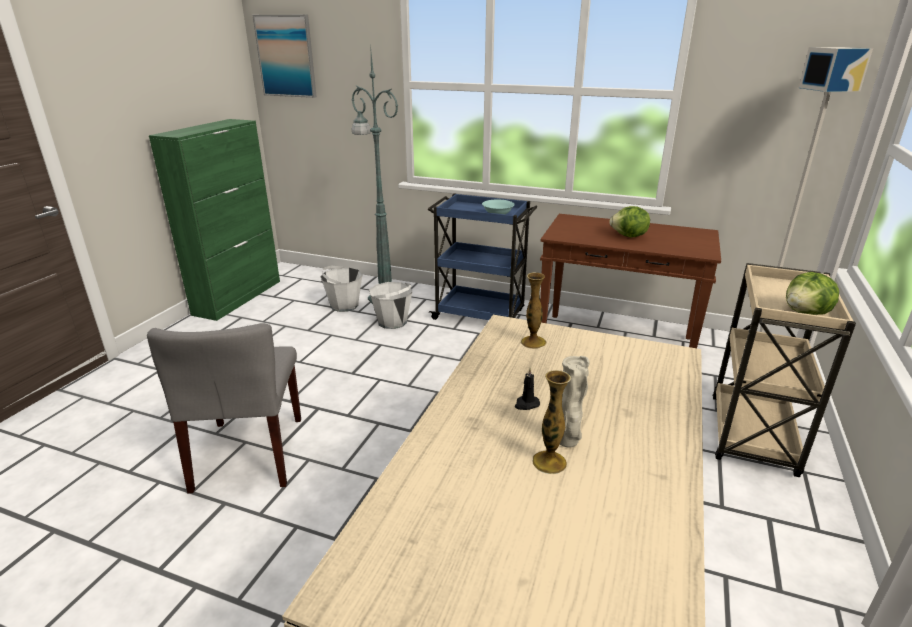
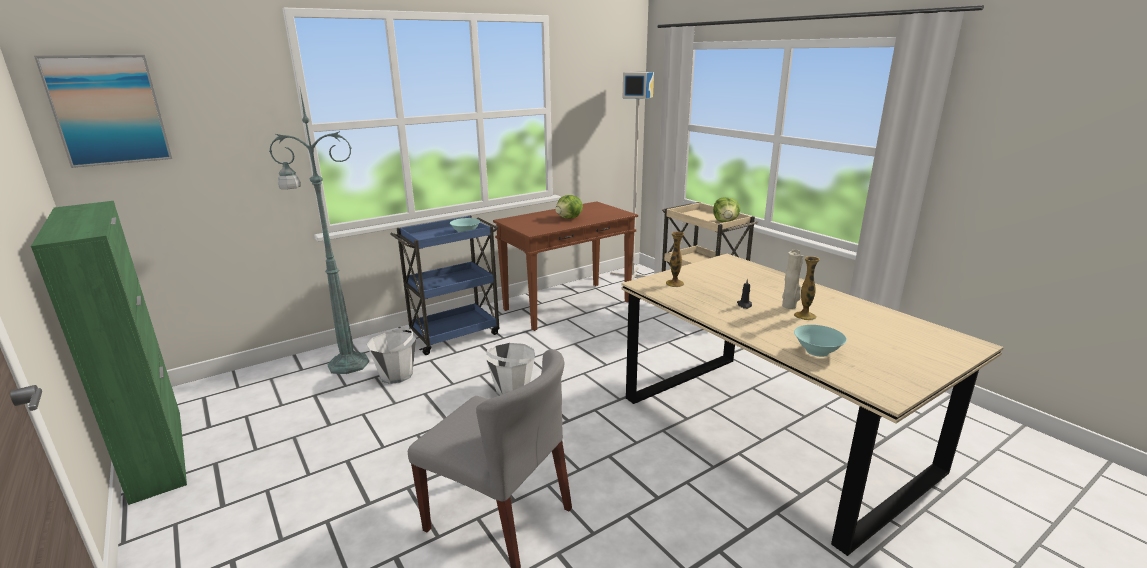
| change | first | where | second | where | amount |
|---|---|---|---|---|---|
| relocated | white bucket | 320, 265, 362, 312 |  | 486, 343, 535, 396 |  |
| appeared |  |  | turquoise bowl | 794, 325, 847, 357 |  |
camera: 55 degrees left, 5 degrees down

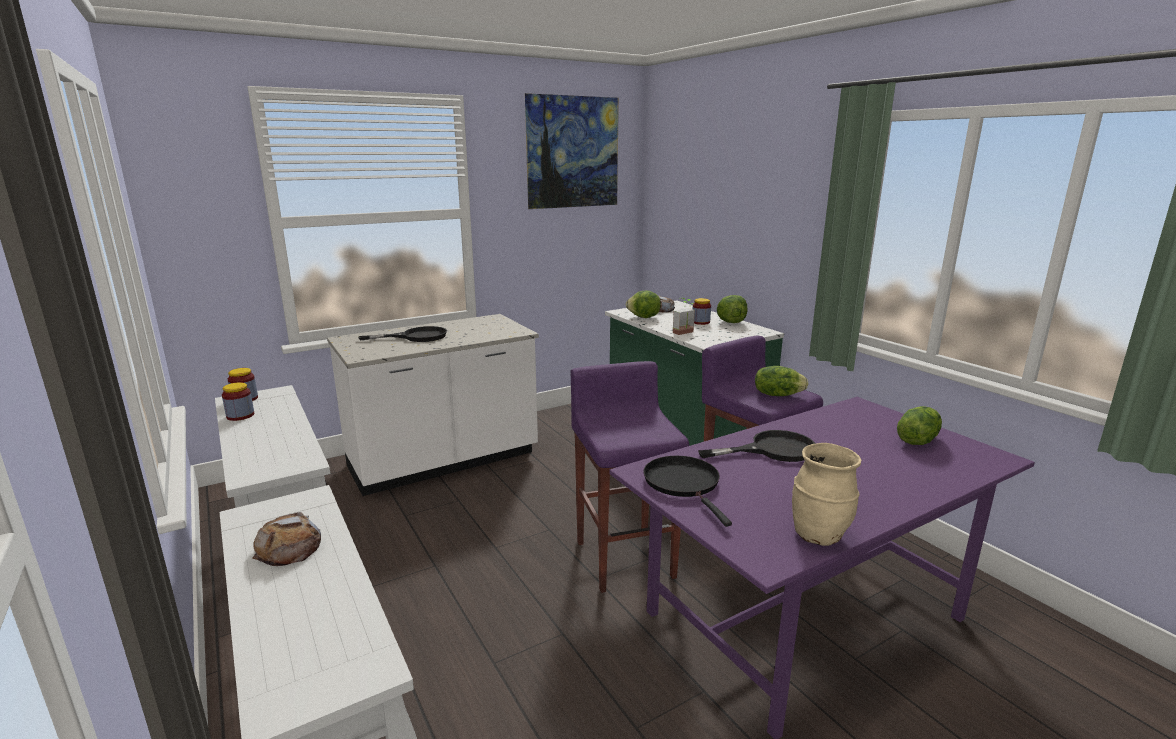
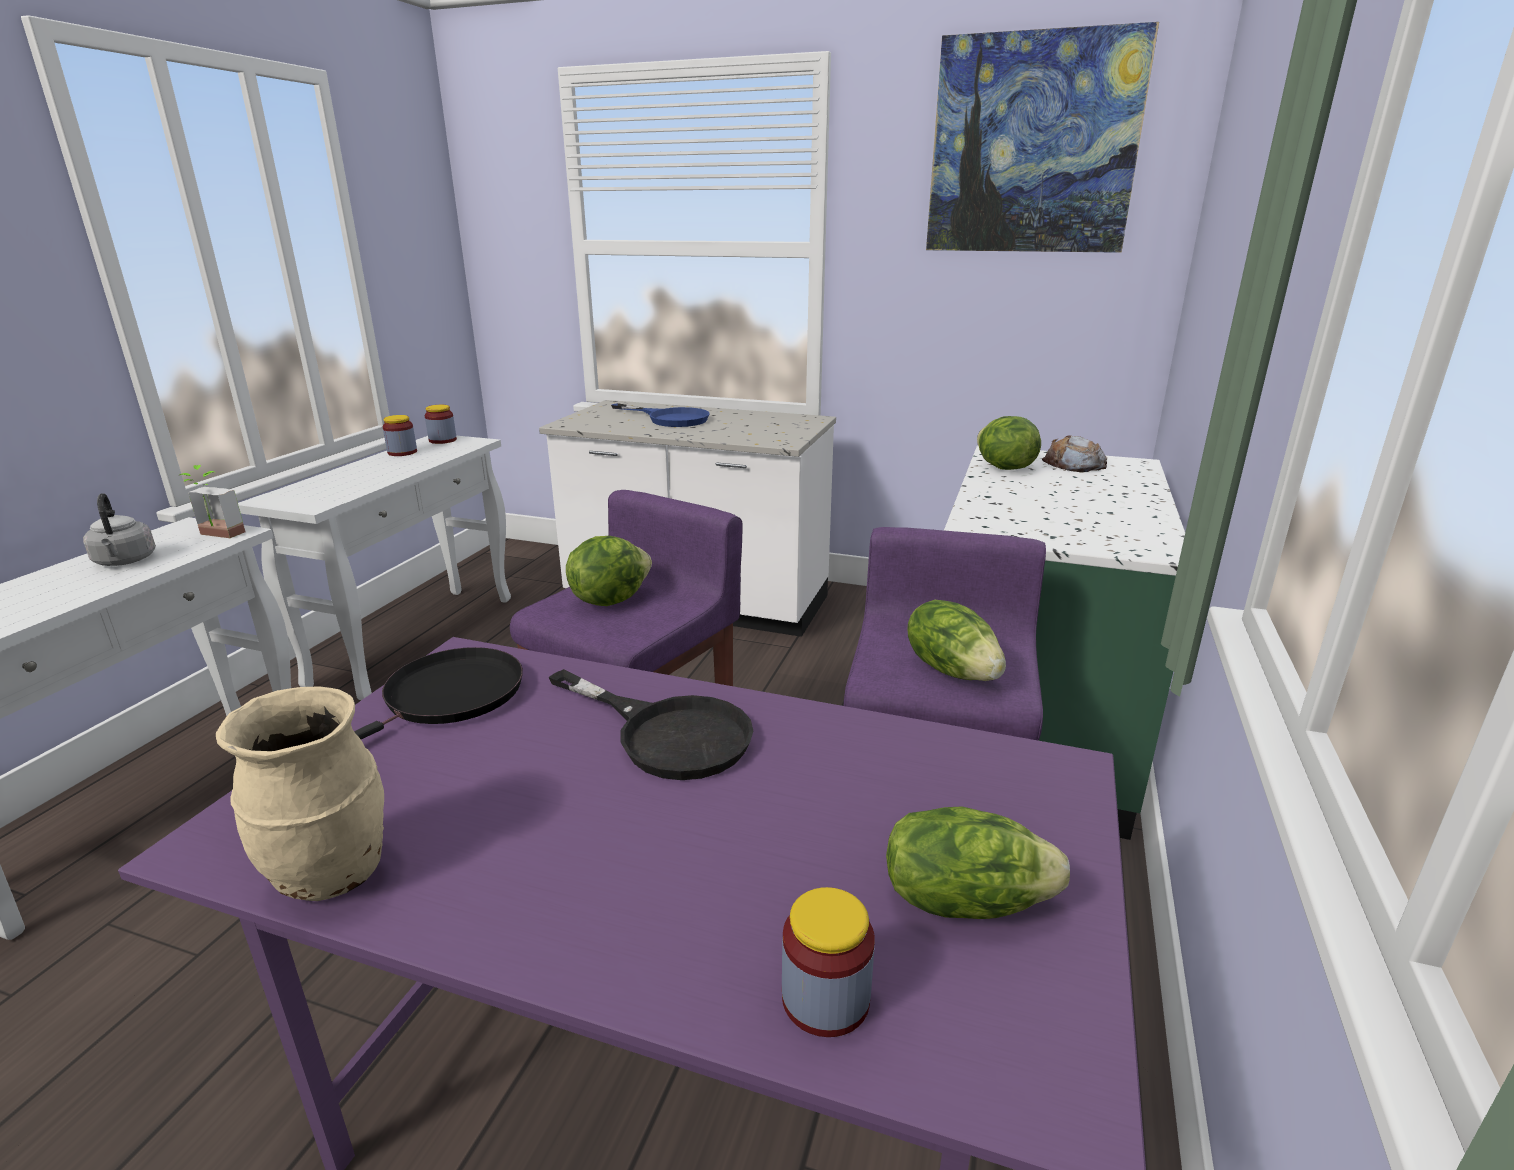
| change | first | where | second | where | amount |
|---|---|---|---|---|---|
| exchanged | bread | 252, 512, 321, 566 | grey kettle | 83, 493, 156, 566 |  |
| colour | black frying pan | 358, 326, 447, 342 | blue frying pan | 611, 403, 710, 427 |  |
| relocated | potted plant | 673, 298, 695, 335 |  | 180, 465, 245, 538 |  |
| relocated | jar | 693, 298, 711, 325 |  | 782, 887, 875, 1037 |  |
| relocated | lettuce | 717, 295, 747, 323 |  | 566, 536, 652, 606 |  |
camera: 50 degrees right, 5 degrees up

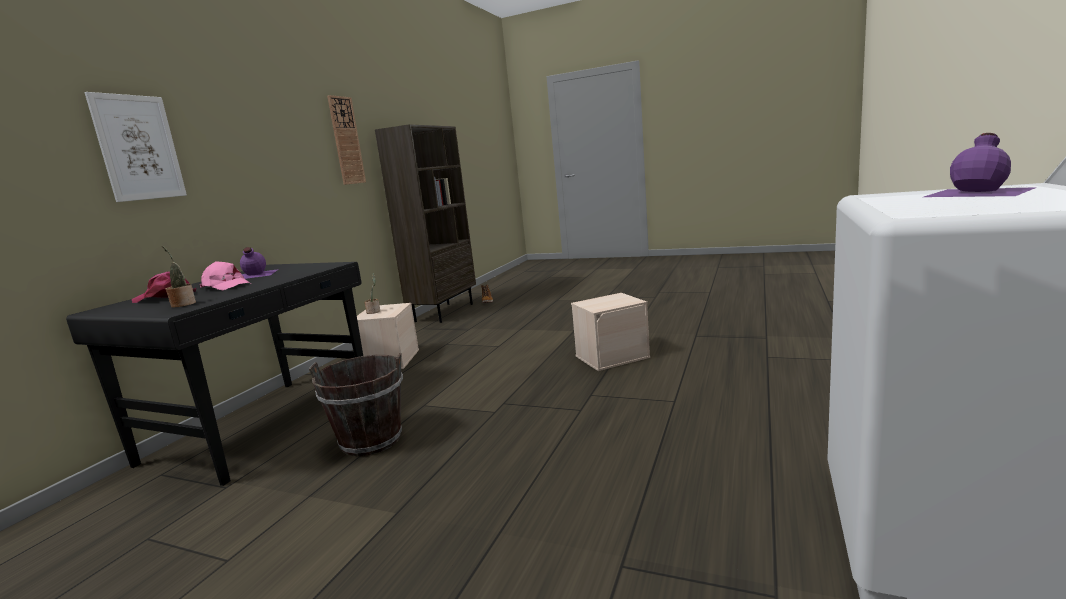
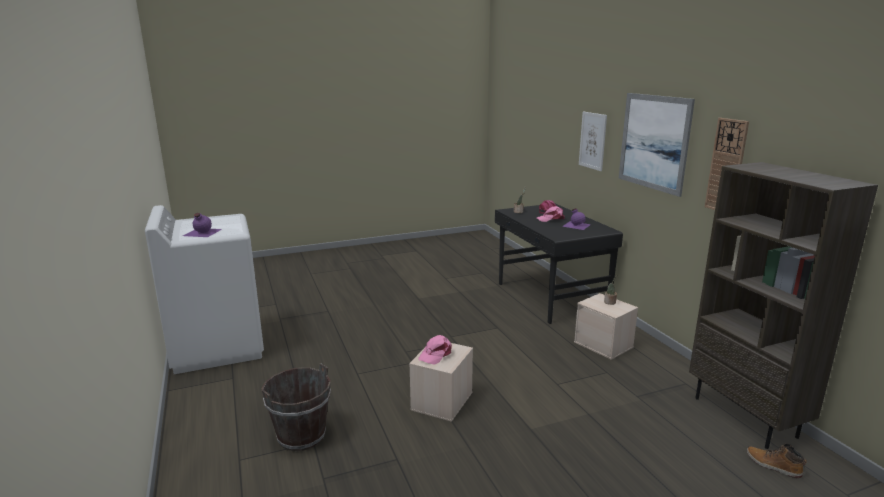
| change | first | where | second | where | amount |
|---|---|---|---|---|---|
| relocated | brown bucket | 309, 353, 403, 456 |  | 261, 363, 331, 451 |  |
| appeared |  |  | pink cap | 418, 335, 452, 365 |  |
| appeared |  |  | picture | 619, 93, 695, 197 |  |
camera: 135 degrees right, 5 degrees up

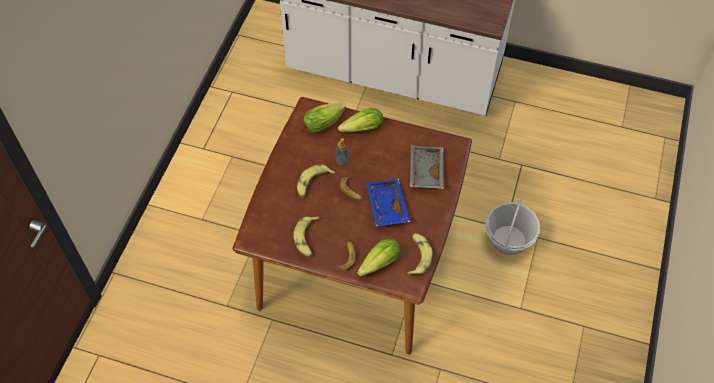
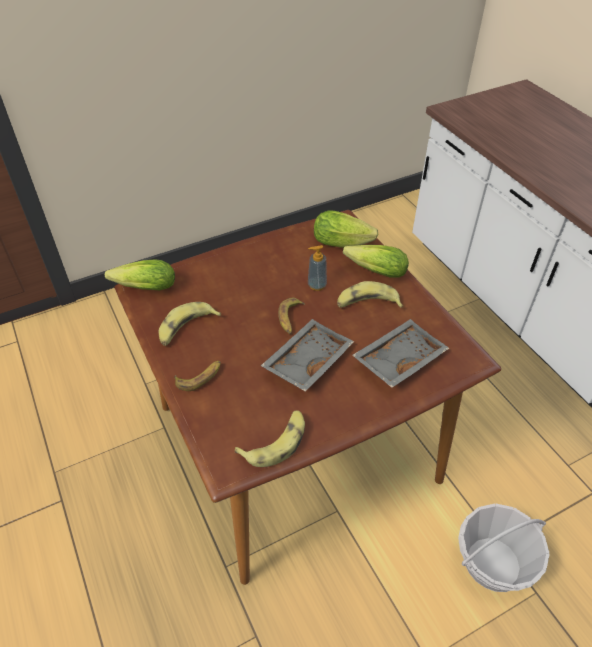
| change | first | where | second | where | amount |
|---|---|---|---|---|---|
| relocated | banana | 297, 165, 335, 198 |  | 337, 281, 403, 308 |  |
| relocated | lettuce | 357, 238, 400, 277 |  | 105, 259, 175, 290 |  |
| colour | blue tray | 366, 179, 410, 227 | grey tray | 261, 319, 354, 392 |  |
camera: 45 degrees right, 10 degrees down

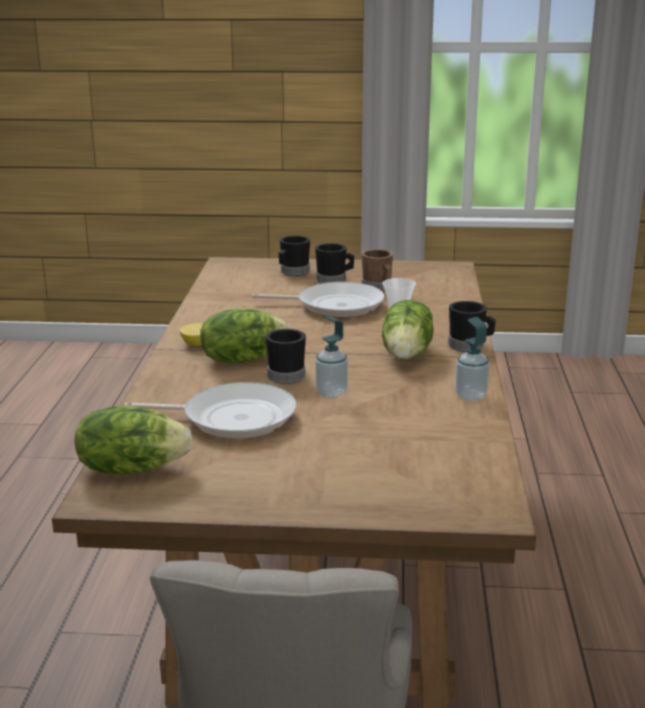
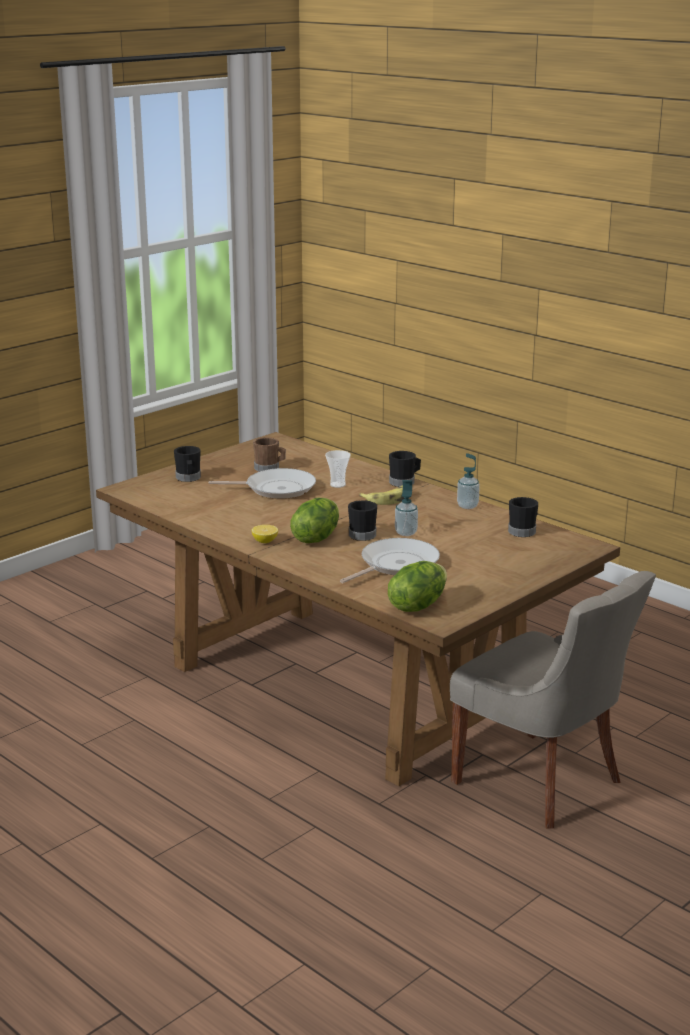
| change | first | where | second | where | amount |
|---|---|---|---|---|---|
| spun | frying pan | 252, 282, 385, 317 |  | 209, 468, 316, 499 | 45 degrees clockwise |
| relocated | black mug | 315, 243, 354, 283 |  | 508, 497, 538, 537 |  |
| exchanged | lettuce | 382, 300, 434, 359 | banana | 359, 485, 405, 505 |  |
camera: 50 degrees left, 0 degrees up

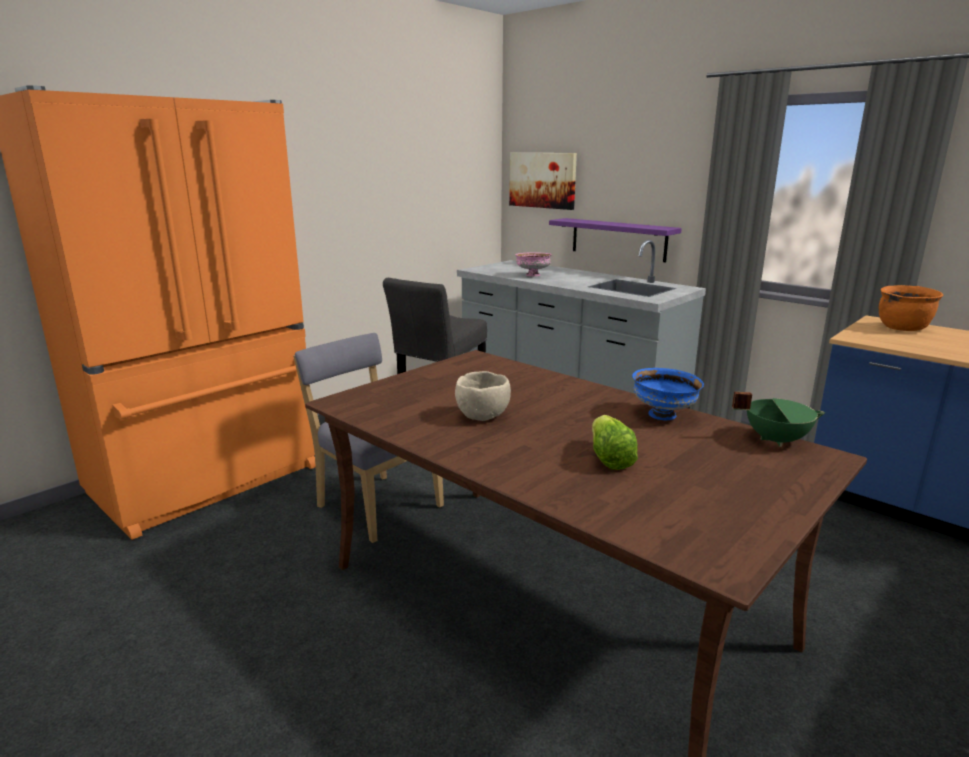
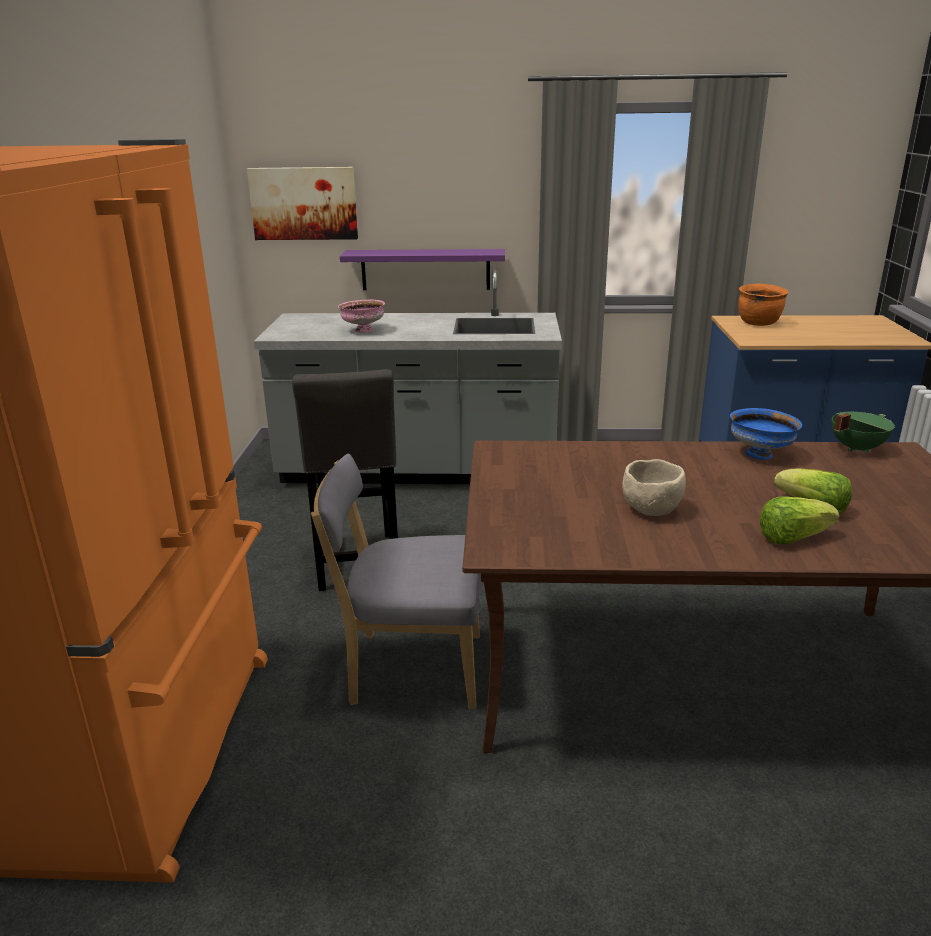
| change | first | where | second | where | amount |
|---|---|---|---|---|---|
| appeared |  |  | lettuce | 760, 496, 840, 545 |  |
camera: 40 degrees left, 5 degrees up

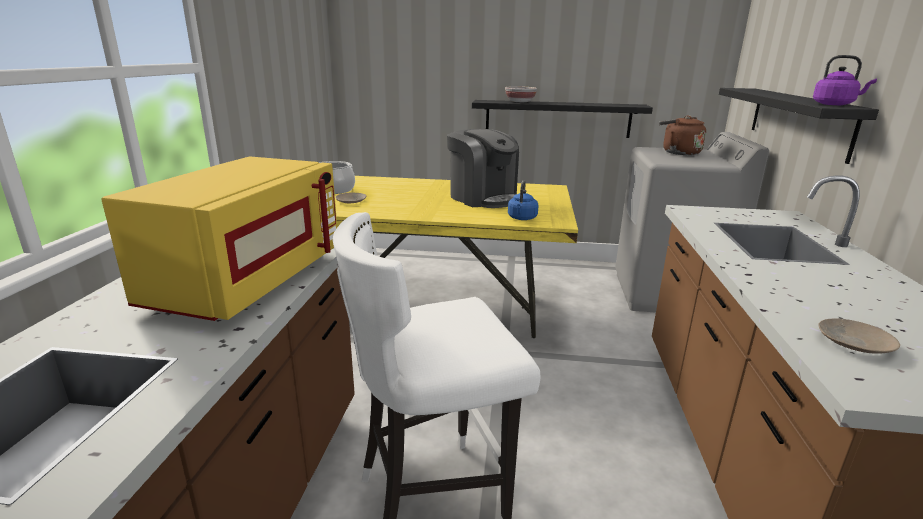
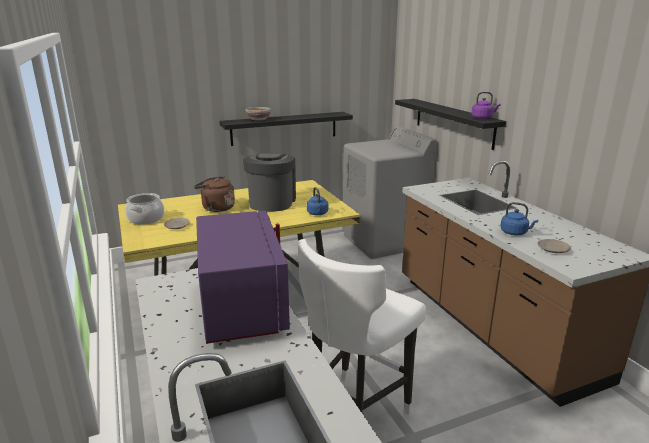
| change | first | where | second | where | amount |
|---|---|---|---|---|---|
| colour | yellow microwave | 102, 156, 337, 321 | purple microwave | 196, 210, 290, 344 |  |
| spun | coffee machine | 447, 129, 519, 208 |  | 243, 153, 296, 212 | 105 degrees counterclockwise |
| relocated | brown kettle | 659, 116, 706, 155 |  | 194, 176, 235, 212 |  |
| appeared |  |  | blue kettle | 500, 202, 538, 235 |  |
camera: 30 degrees left, 0 degrees up

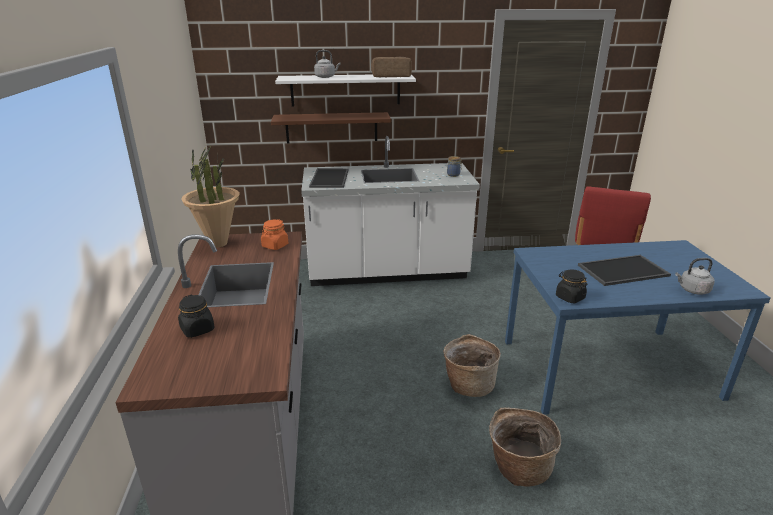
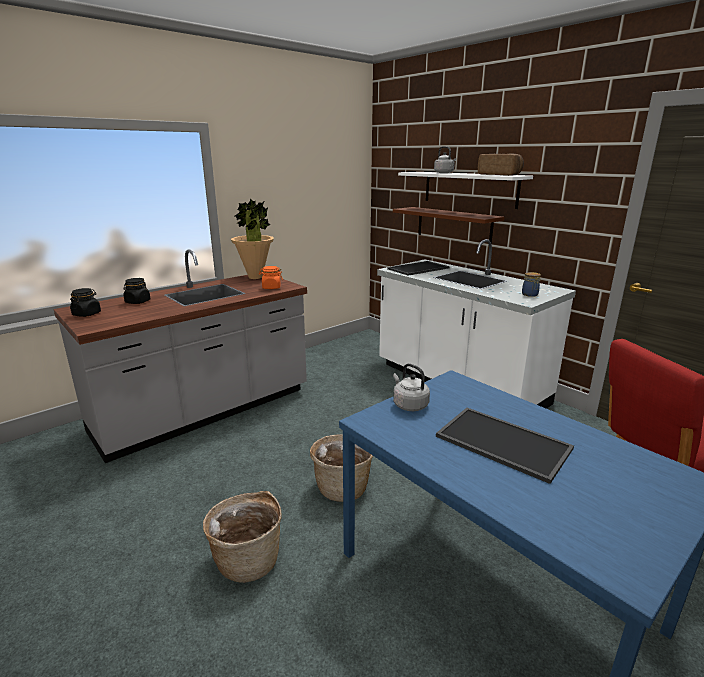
| change | first | where | second | where | amount |
|---|---|---|---|---|---|
| relocated | black jar | 556, 269, 587, 303 |  | 70, 288, 101, 317 |  |
| relocated | grey kettle | 675, 258, 715, 295 |  | 393, 363, 430, 411 |  |
camera: 55 degrees right, 5 degrees down

